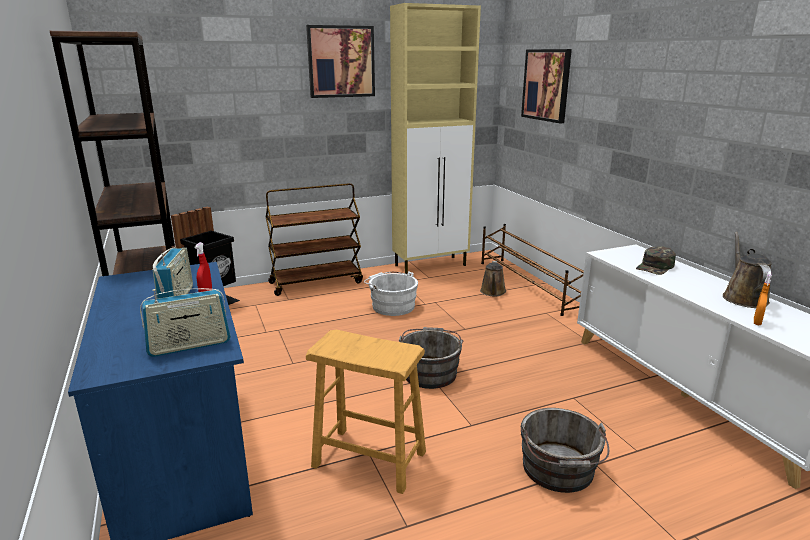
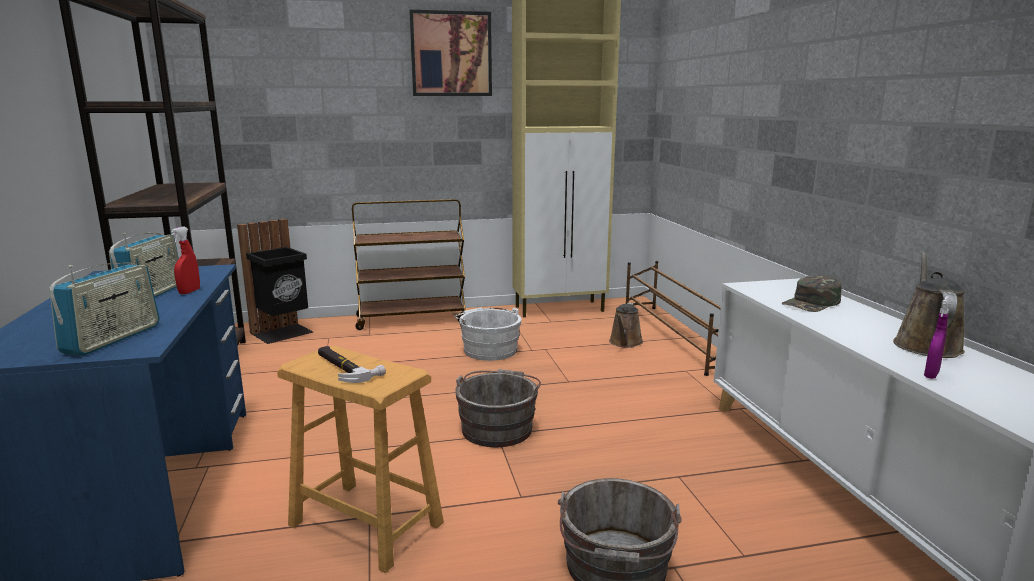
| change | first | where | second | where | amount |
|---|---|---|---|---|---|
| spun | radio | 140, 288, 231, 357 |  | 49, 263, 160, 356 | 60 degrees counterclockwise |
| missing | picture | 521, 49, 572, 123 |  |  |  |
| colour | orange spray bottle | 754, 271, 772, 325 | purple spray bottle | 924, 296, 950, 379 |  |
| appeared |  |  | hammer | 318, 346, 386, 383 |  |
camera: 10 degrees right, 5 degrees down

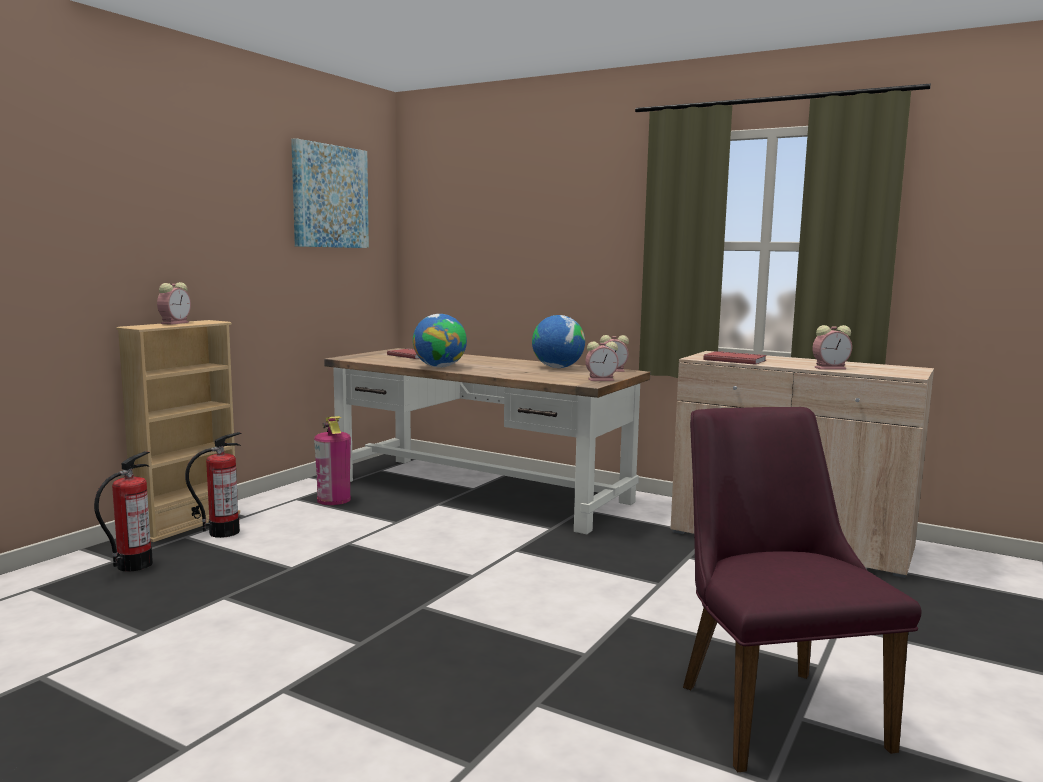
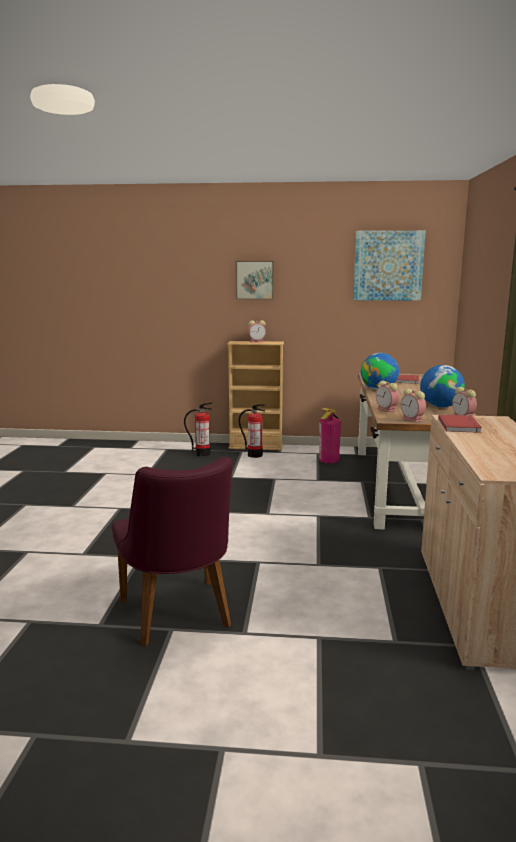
| change | first | where | second | where | amount |
|---|---|---|---|---|---|
| spun | purple chair | 683, 407, 922, 773 |  | 112, 457, 232, 647 | 105 degrees clockwise |
| relocated | alarm clock | 812, 325, 852, 370 |  | 376, 381, 399, 412 |  |
| appeared |  |  | picture | 236, 261, 274, 300 |  |
camera: 65 degrees right, 5 degrees up

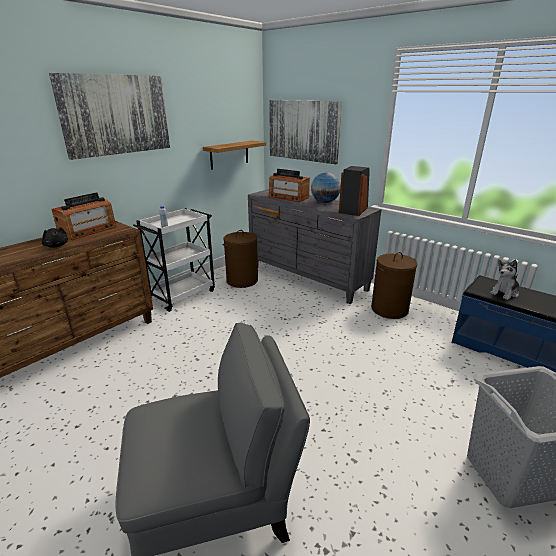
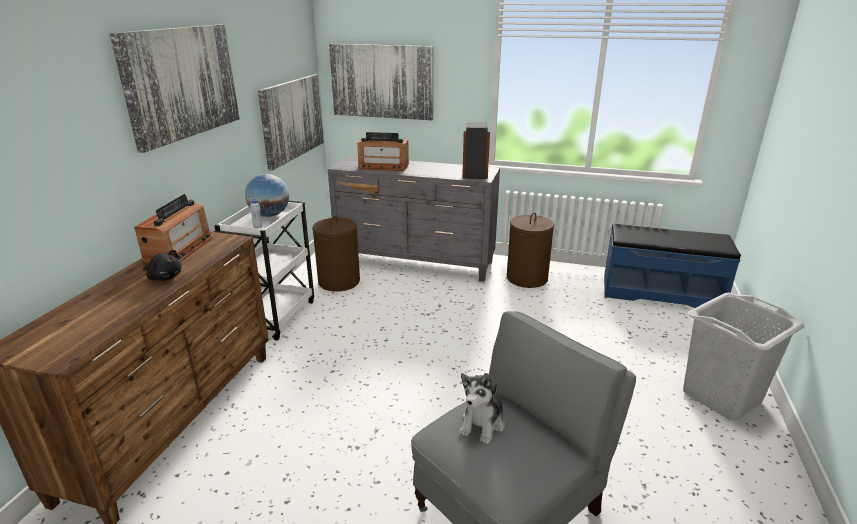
| change | first | where | second | where | amount |
|---|---|---|---|---|---|
| exchanged | shelf | 203, 141, 266, 170 | picture | 258, 74, 324, 171 |  |
| relocated | globe | 311, 172, 341, 203 |  | 245, 174, 289, 217 |  |
| relocated | plush toy | 490, 259, 519, 300 |  | 459, 373, 505, 444 |  |
camera: 25 degrees left, 0 degrees up

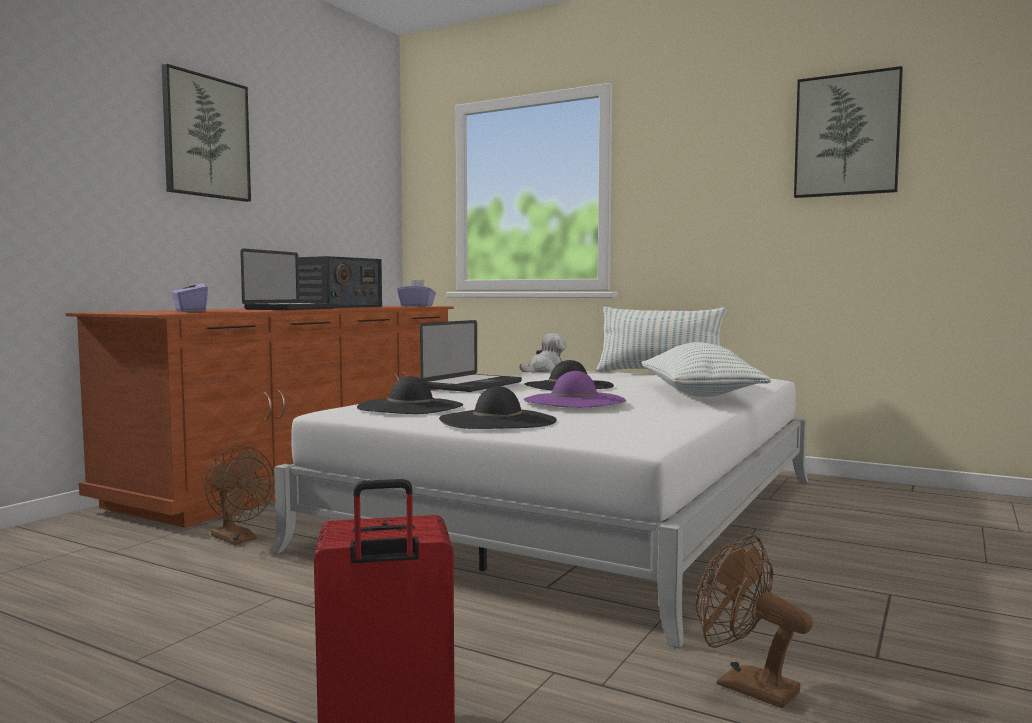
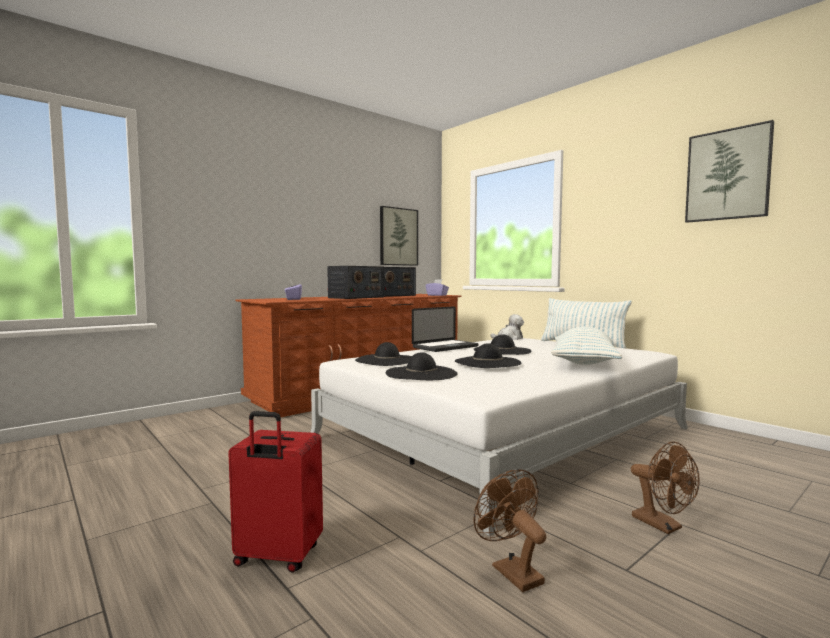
| change | first | where | second | where | amount |
|---|---|---|---|---|---|
| relocated | picture | 162, 64, 251, 202 |  | 380, 206, 418, 266 |  |
| relocated | brown fan | 205, 445, 275, 545 |  | 631, 441, 700, 534 |  |
| exchanged | laptop | 240, 248, 341, 310 | radio | 327, 266, 384, 299 |  |
| colour | purple hat | 524, 371, 626, 408 | black hat | 455, 343, 521, 368 |  |
camera: 20 degrees right, 0 degrees up

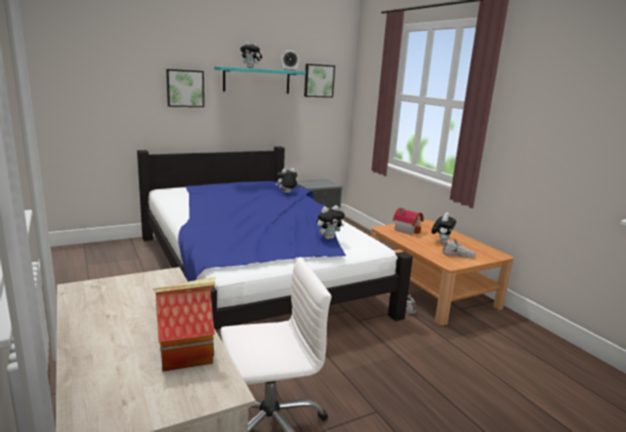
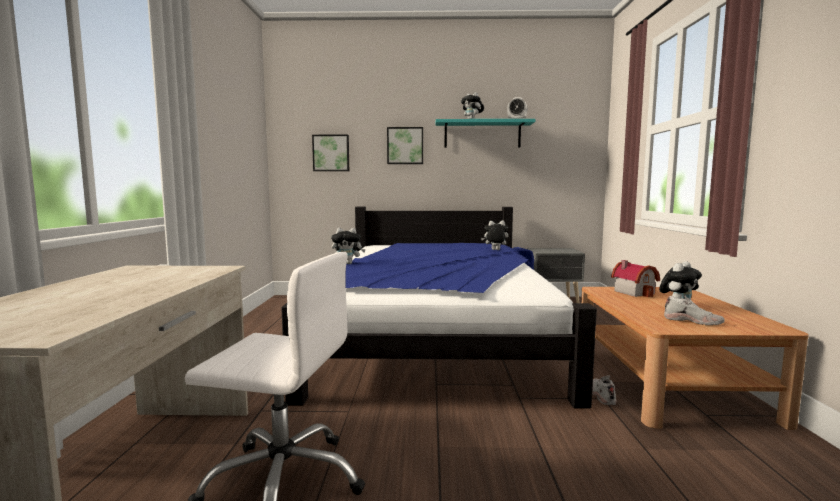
| change | first | where | second | where | amount |
|---|---|---|---|---|---|
| missing | toy house | 153, 277, 215, 371 |  |  |  |
| relocated | picture | 304, 64, 335, 98 |  | 312, 135, 349, 171 |  |
| relocated | plush toy | 317, 205, 345, 240 |  | 331, 228, 366, 264 |  |
camera: 30 degrees right, 10 degrees down

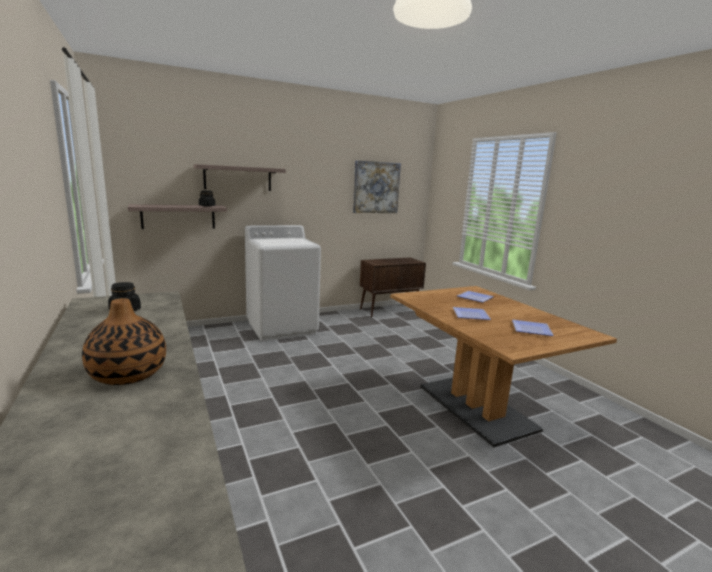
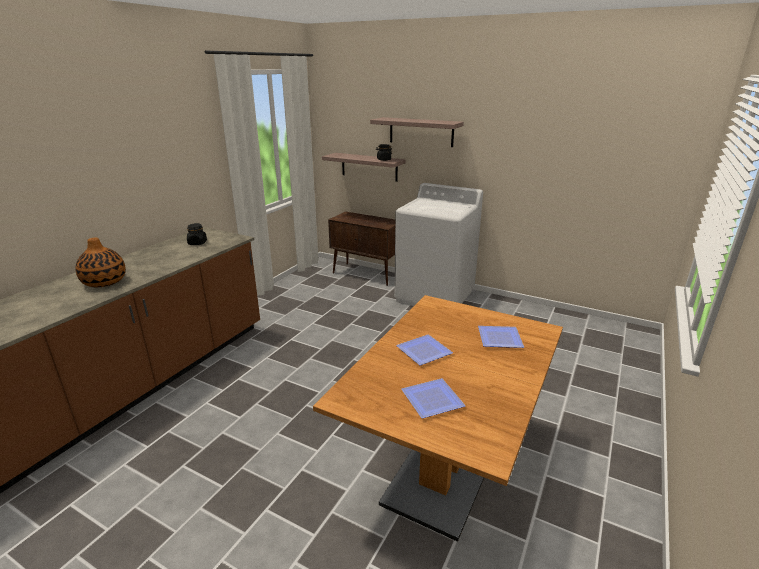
| change | first | where | second | where | amount |
|---|---|---|---|---|---|
| missing | picture | 353, 160, 401, 213 |  |  |  |
| relocated | brown cabinet | 360, 257, 426, 317 |  | 328, 212, 396, 286 |  |
camera: 55 degrees right, 10 degrees up

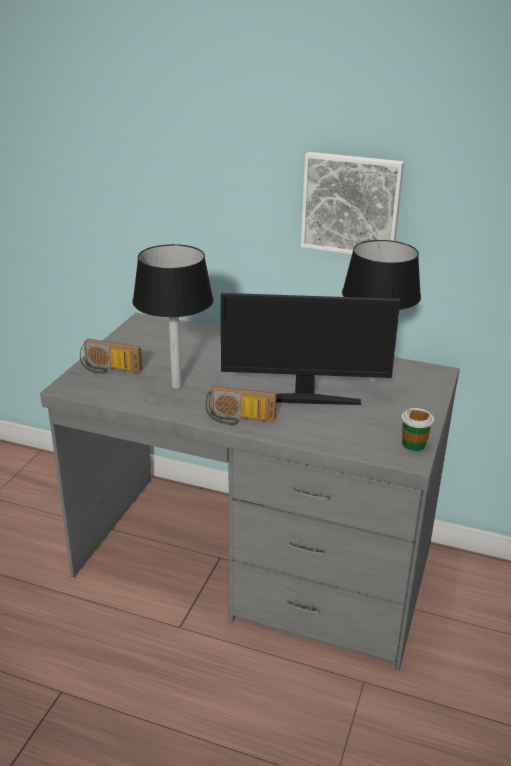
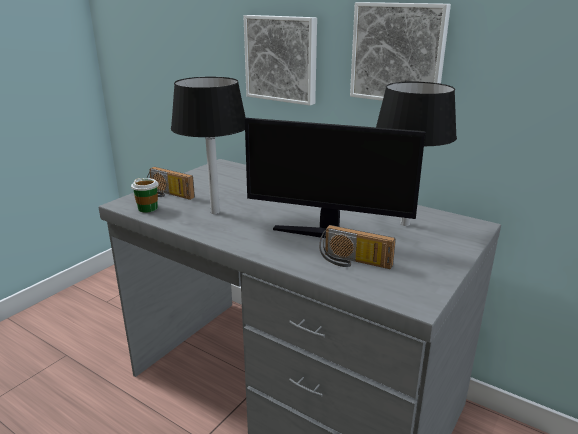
| change | first | where | second | where | amount |
|---|---|---|---|---|---|
| relocated | radio | 205, 386, 277, 425 |  | 319, 225, 396, 269 |  |
| relocated | cup | 401, 408, 434, 451 |  | 131, 178, 159, 213 |  |
| appeared |  |  | picture | 244, 15, 317, 106 |  |
camera: 15 degrees right, 5 degrees down

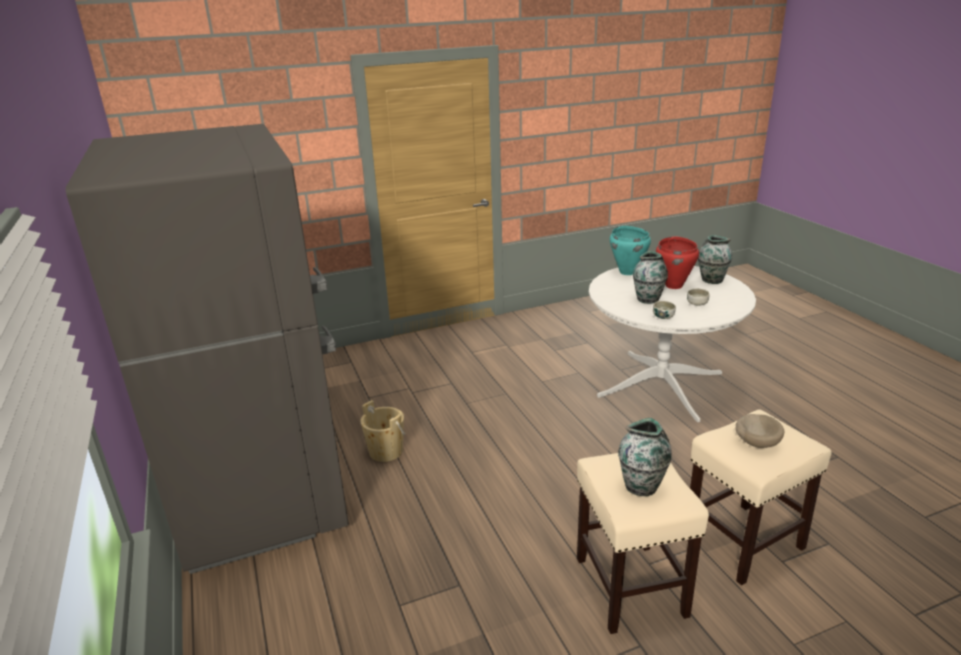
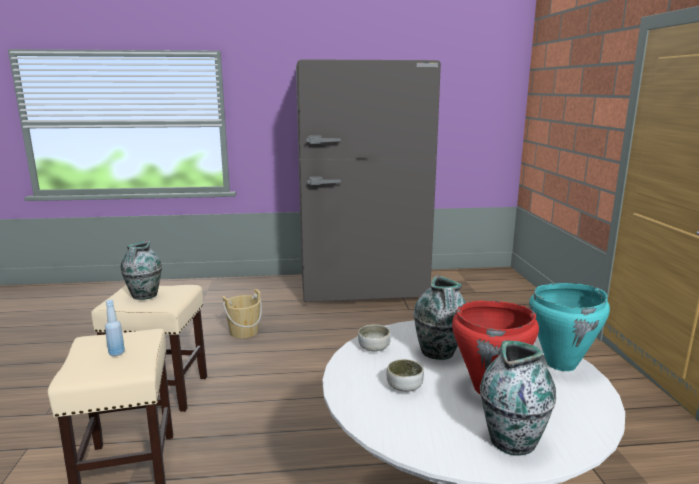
| change | first | where | second | where | amount |
|---|---|---|---|---|---|
| relocated | beige bucket | 360, 400, 406, 462 |  | 222, 289, 262, 339 |  |
| exchanged | beige bowl | 736, 414, 784, 448 | blue bottle | 105, 300, 125, 356 |  |
camera: 105 degrees right, 10 degrees down

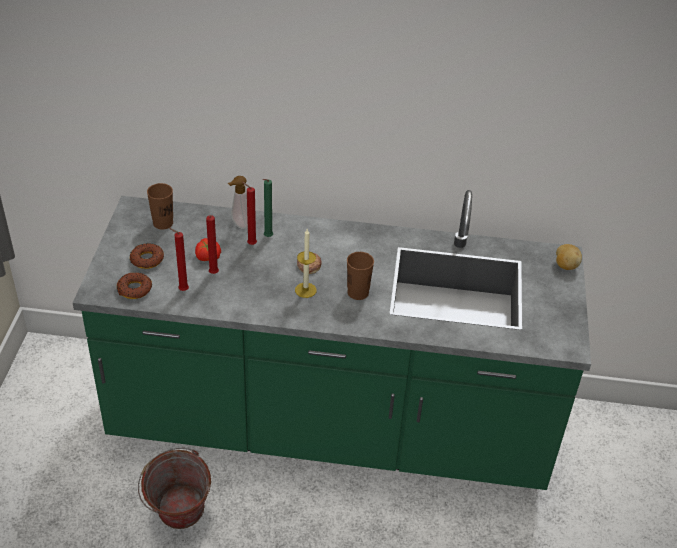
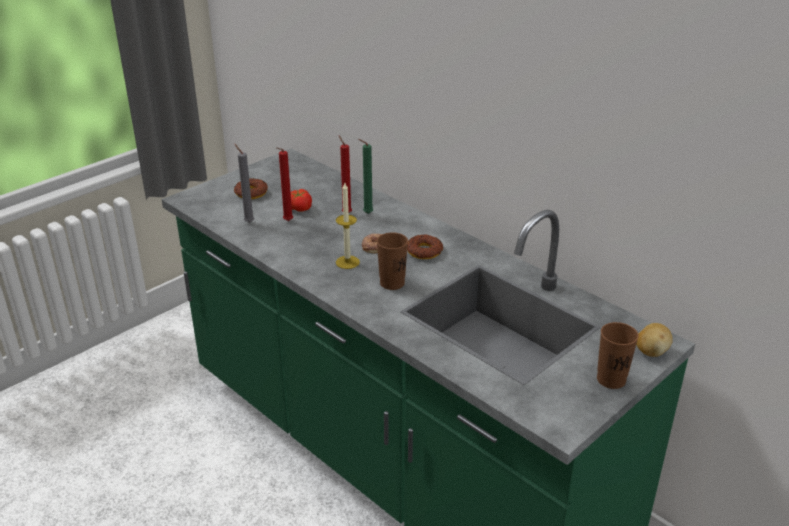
| change | first | where | second | where | amount |
|---|---|---|---|---|---|
| relocated | donut | 117, 273, 152, 299 |  | 407, 235, 443, 259 |  |
| missing | bucket | 138, 448, 211, 529 |  |  |  |
| relocated | brown cup | 147, 183, 173, 229 |  | 597, 322, 639, 389 |  |
| colour | red candle | 169, 228, 189, 291 | grey candle | 235, 144, 254, 223 |  |
| missing | soap dispenser | 228, 176, 248, 229 |  |  |  |
camera: 40 degrees right, 10 degrees down

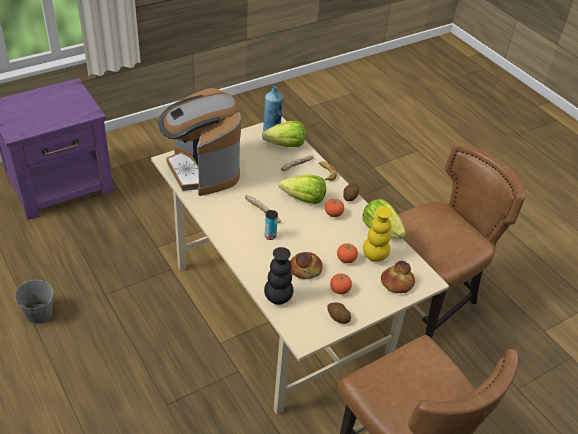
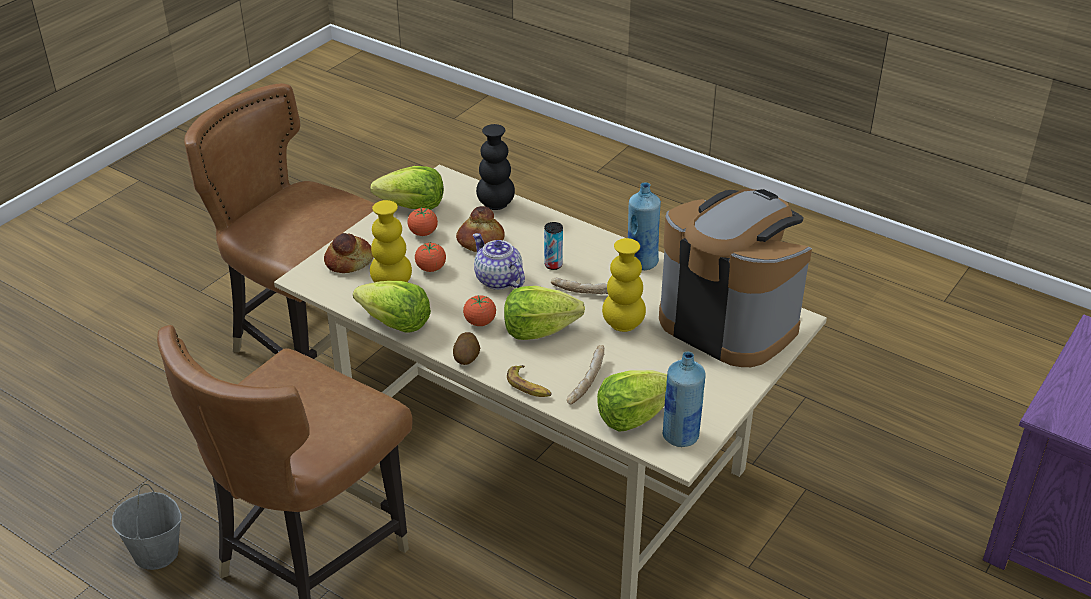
| change | first | where | second | where | amount |
|---|---|---|---|---|---|
| relocated | grey bucket | 15, 276, 53, 324 |  | 112, 484, 182, 570 |  |
| exchanged | potato | 327, 302, 351, 324 | lettuce | 370, 166, 444, 210 |  |
| appeared |  |  | teapot | 473, 233, 525, 290 |  |
| appeared |  |  | yellow vase | 602, 238, 646, 332 |  |
| appeared |  |  | blue bottle | 628, 182, 661, 270 |  |
camera: 160 degrees right, 5 degrees down

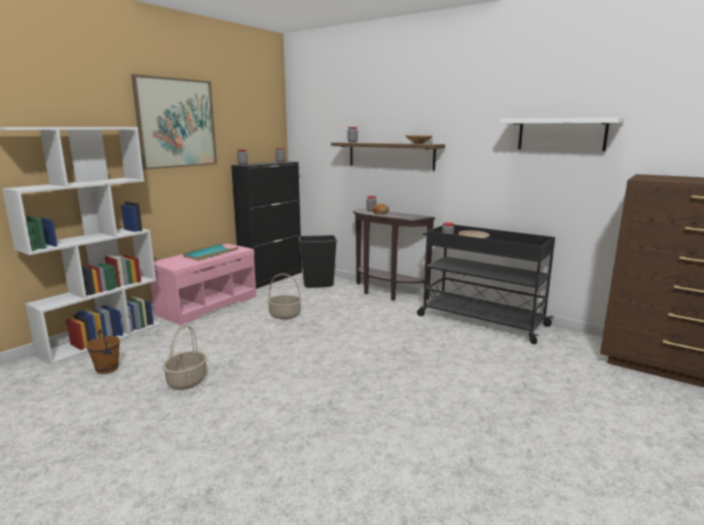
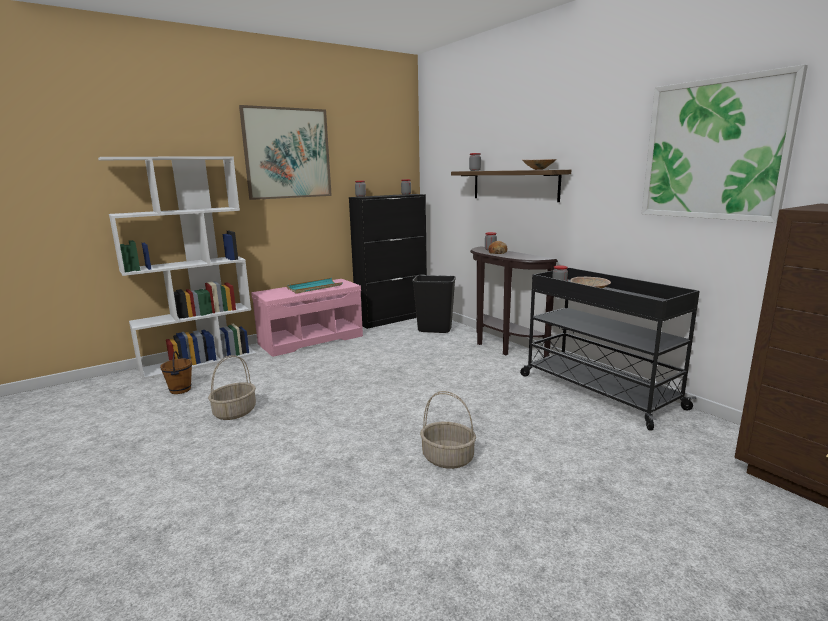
| change | first | where | second | where | amount |
|---|---|---|---|---|---|
| relocated | basket | 268, 273, 301, 319 |  | 420, 391, 476, 469 |  |
| exchanged | white shelf | 500, 117, 624, 151 | picture | 641, 64, 808, 223 |  |
camera: 20 degrees right, 0 degrees up

